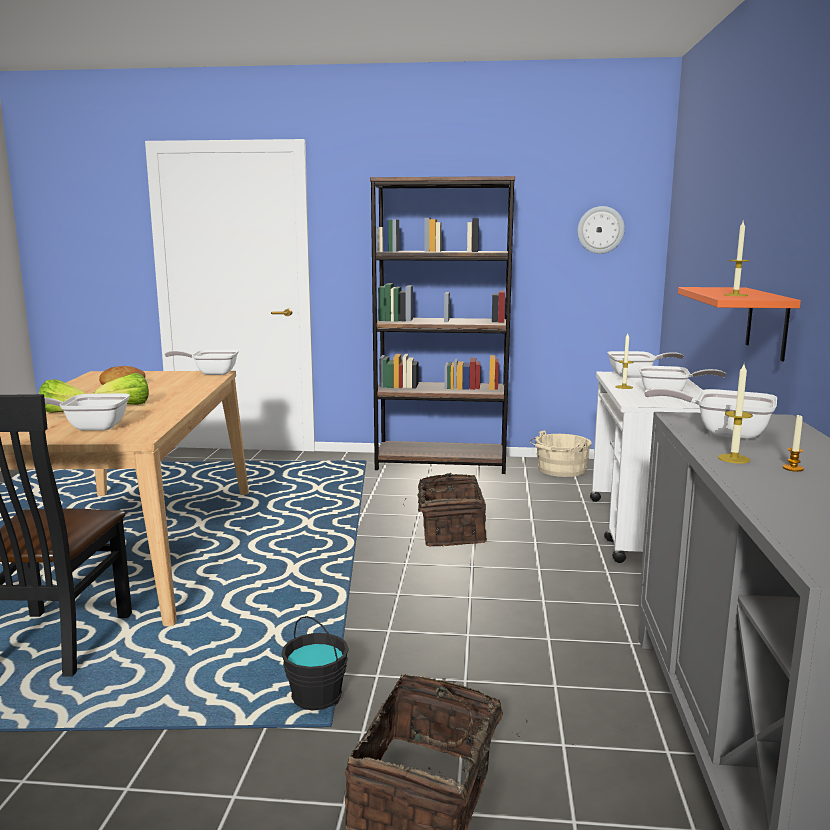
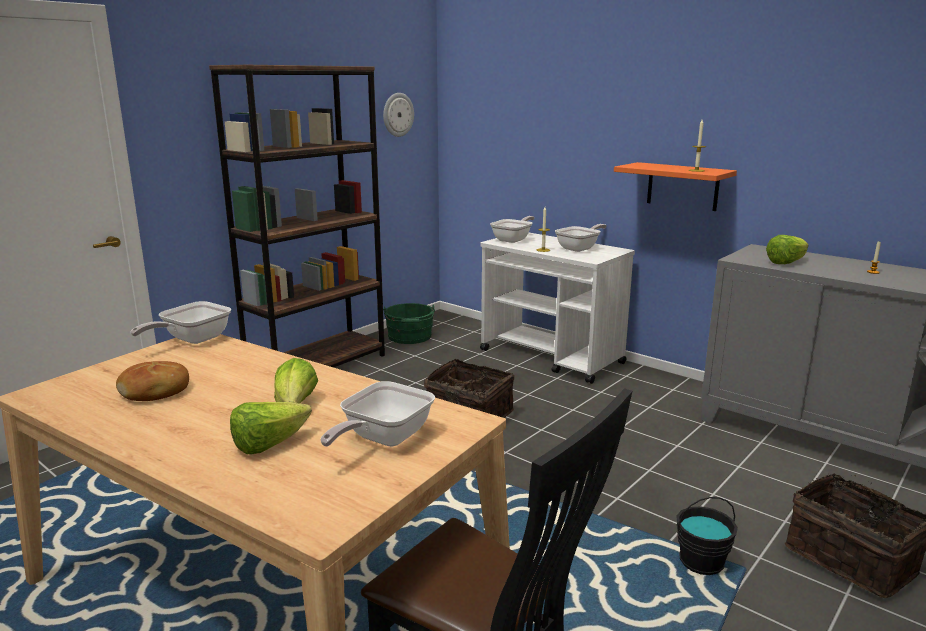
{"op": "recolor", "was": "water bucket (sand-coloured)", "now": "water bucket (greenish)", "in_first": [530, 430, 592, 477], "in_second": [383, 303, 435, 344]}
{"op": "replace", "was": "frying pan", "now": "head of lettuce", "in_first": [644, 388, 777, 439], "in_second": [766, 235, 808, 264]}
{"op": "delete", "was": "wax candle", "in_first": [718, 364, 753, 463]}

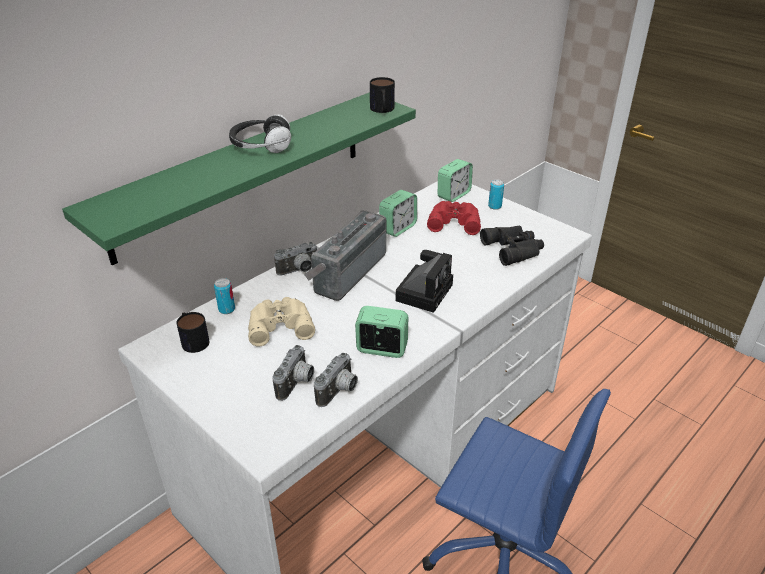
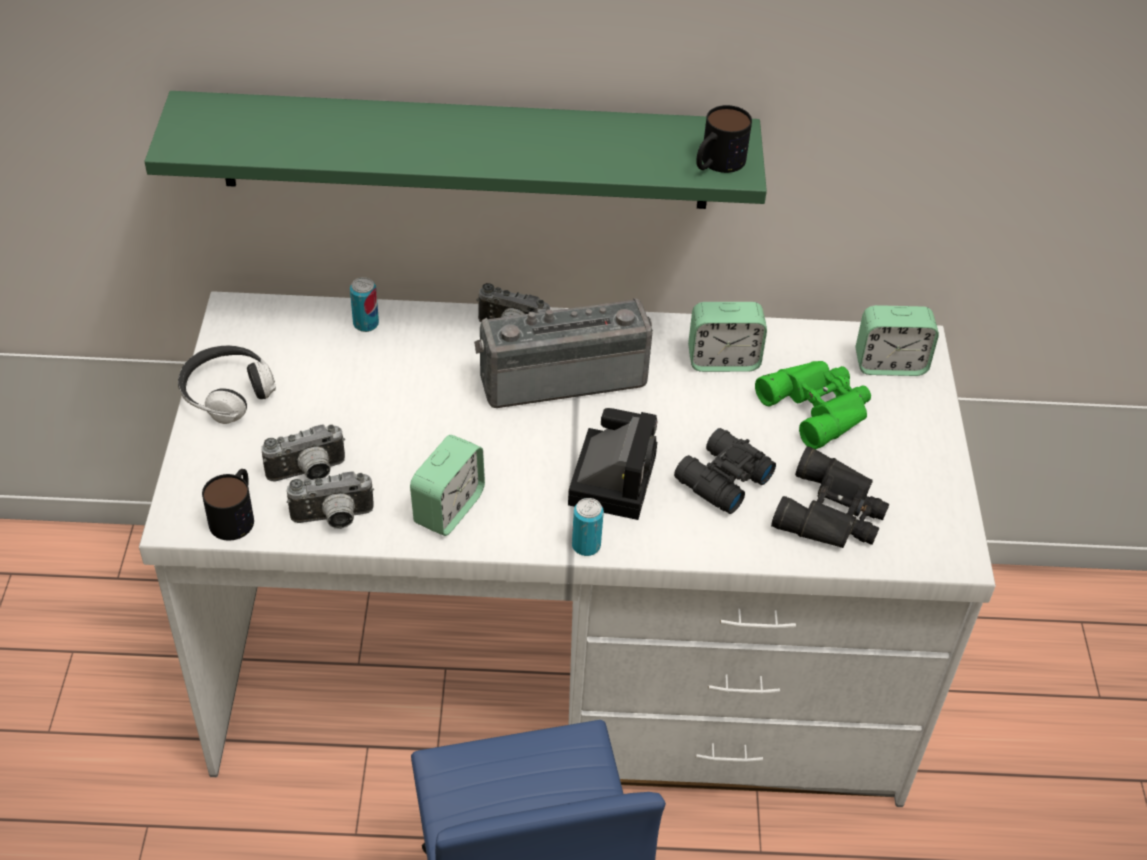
{"op": "move", "was": "mug", "in_first": [176, 312, 209, 353], "in_second": [202, 469, 254, 541]}
{"op": "move", "was": "headset", "in_first": [229, 114, 291, 153], "in_second": [178, 346, 276, 424]}
{"op": "delete", "was": "binoculars (sand-coloured)", "in_first": [248, 297, 315, 347]}
{"op": "rotate", "was": "bedside clock", "in_first": [355, 306, 408, 358], "in_second": [410, 435, 485, 536], "clockwise": 60}
{"op": "rotate", "was": "still camera", "in_first": [396, 250, 453, 313], "in_second": [568, 408, 657, 520], "clockwise": -60}
{"op": "recolor", "was": "binoculars (red)", "now": "binoculars (greenish)", "in_first": [427, 201, 481, 235], "in_second": [755, 361, 871, 449]}
{"op": "move", "was": "sealed can", "in_first": [488, 179, 504, 210], "in_second": [572, 498, 604, 556]}
{"op": "insert", "now": "binoculars (black-coloured)", "in_second": [674, 428, 776, 514]}

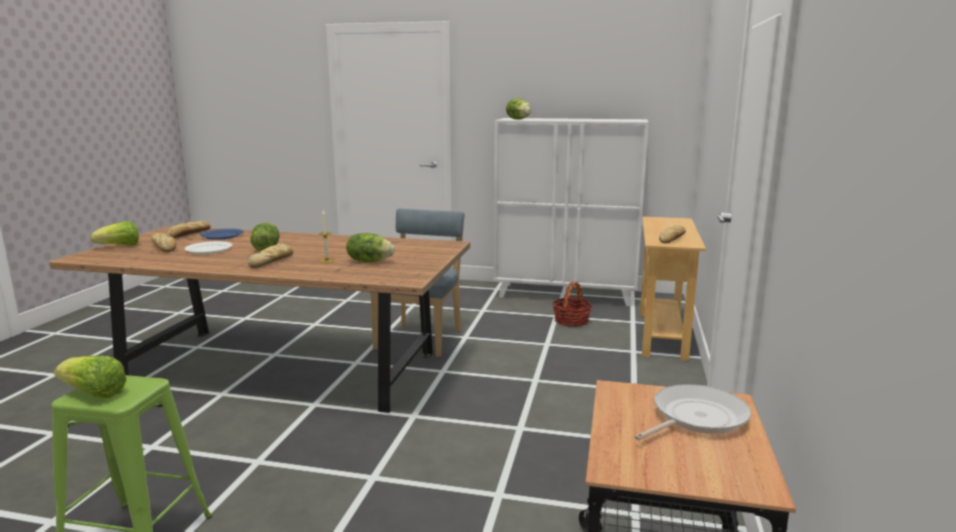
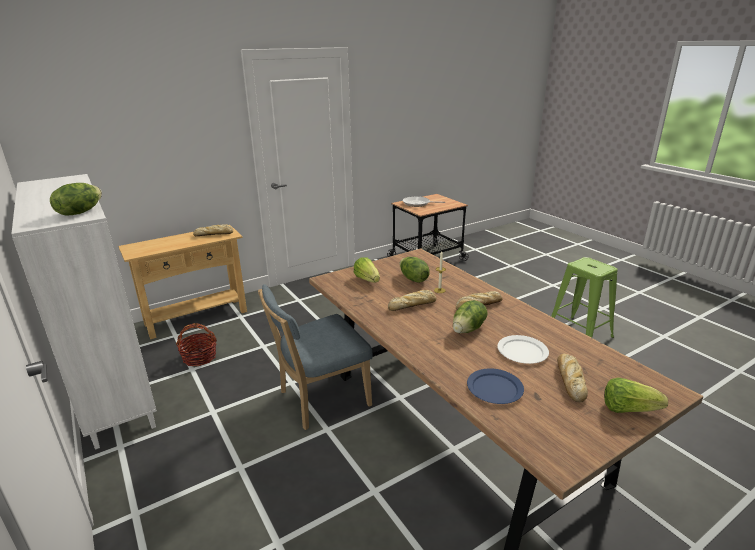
{"op": "move", "was": "head of lettuce", "in_first": [54, 356, 127, 398], "in_second": [354, 257, 380, 283]}
{"op": "move", "was": "bread", "in_first": [167, 221, 211, 238], "in_second": [388, 290, 436, 311]}

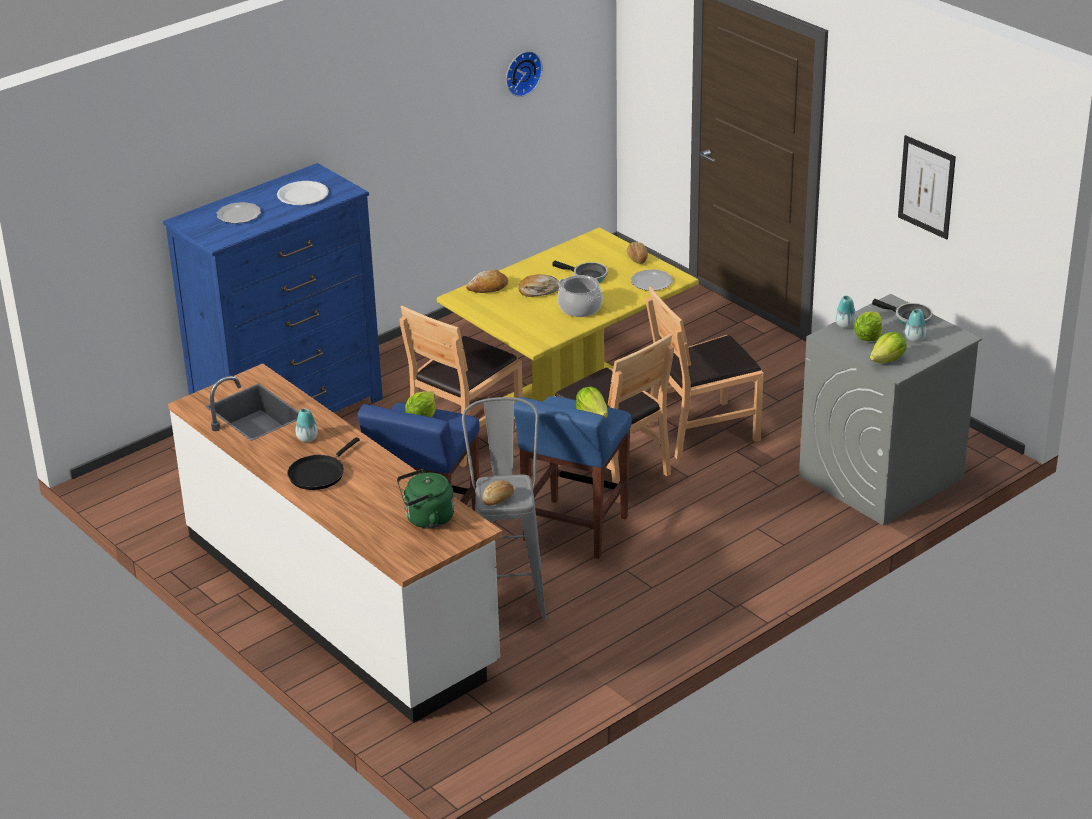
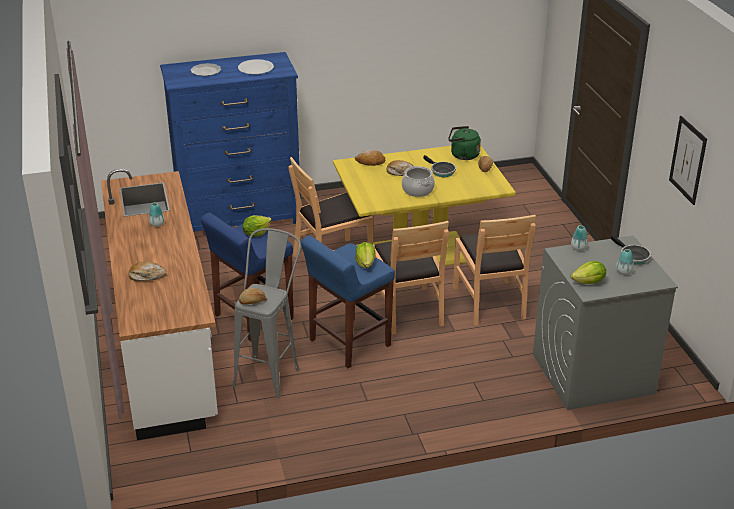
{"op": "delete", "was": "frying pan (black-coloured)", "in_first": [287, 437, 360, 490]}
{"op": "move", "was": "kettle (greenish)", "in_first": [397, 469, 454, 528], "in_second": [448, 126, 481, 160]}
{"op": "delete", "was": "hanging clock", "in_first": [506, 51, 542, 97]}
{"op": "delete", "was": "plate", "in_first": [631, 269, 673, 291]}
{"op": "rotate", "was": "upright chair (brown-coloured)", "in_first": [646, 286, 764, 459], "in_second": [453, 215, 536, 325], "clockwise": -105}
{"op": "delete", "was": "head of lettuce", "in_first": [854, 312, 882, 341]}
{"op": "insert", "now": "bread", "in_second": [129, 262, 166, 281]}

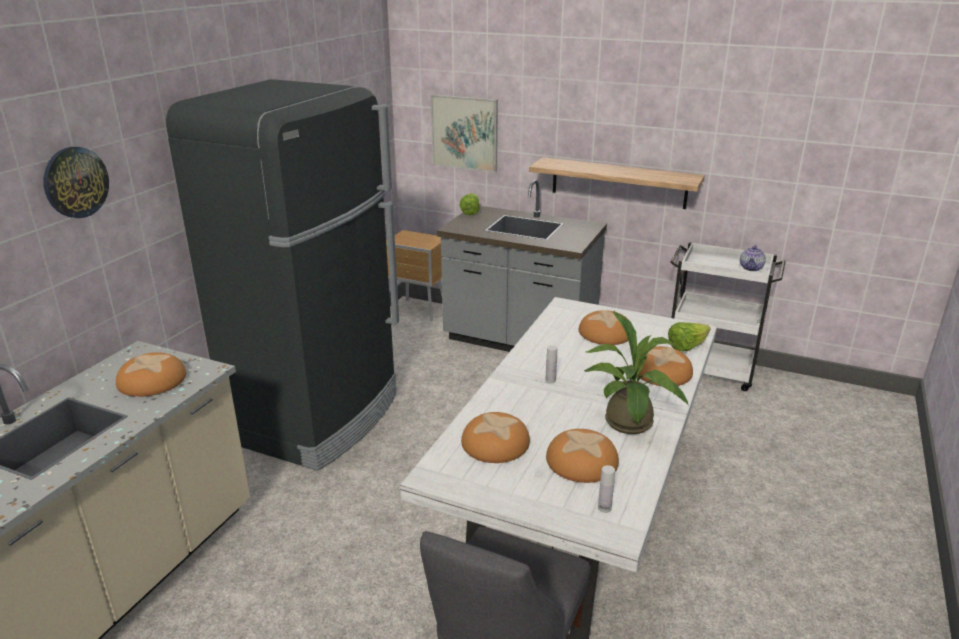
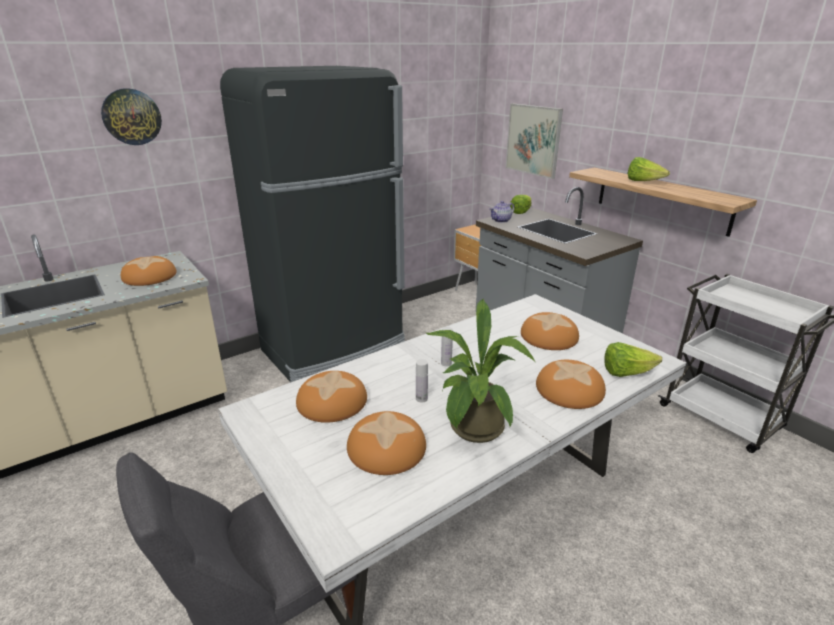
{"op": "move", "was": "beverage bottle (white-coloured)", "in_first": [598, 465, 615, 513], "in_second": [416, 359, 428, 403]}
{"op": "move", "was": "tea pot", "in_first": [740, 245, 766, 271], "in_second": [490, 201, 514, 223]}
{"op": "insert", "now": "head of lettuce", "in_second": [627, 157, 670, 181]}

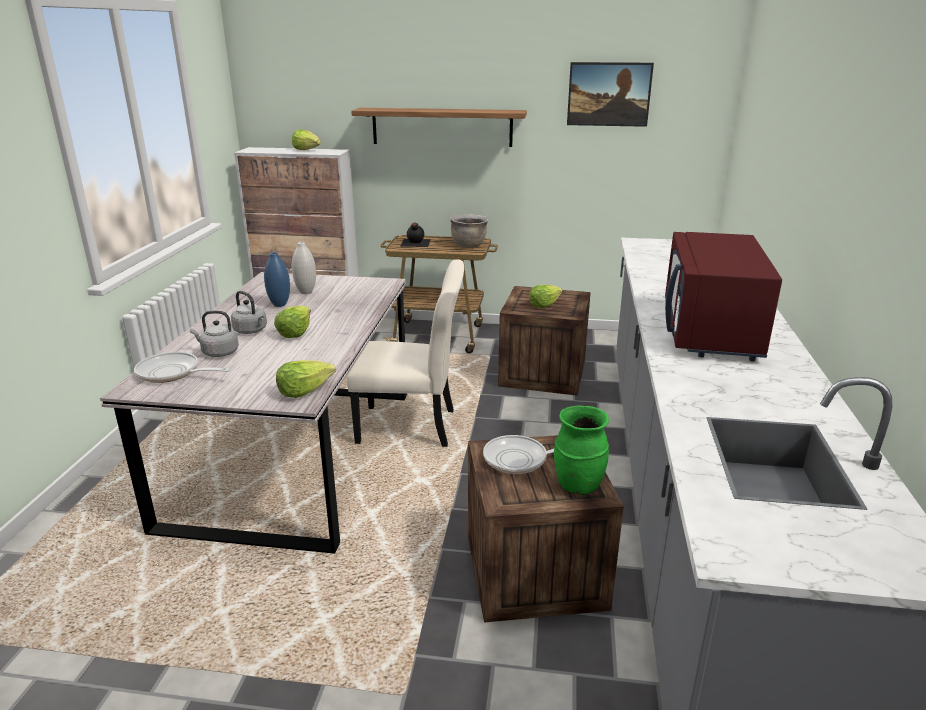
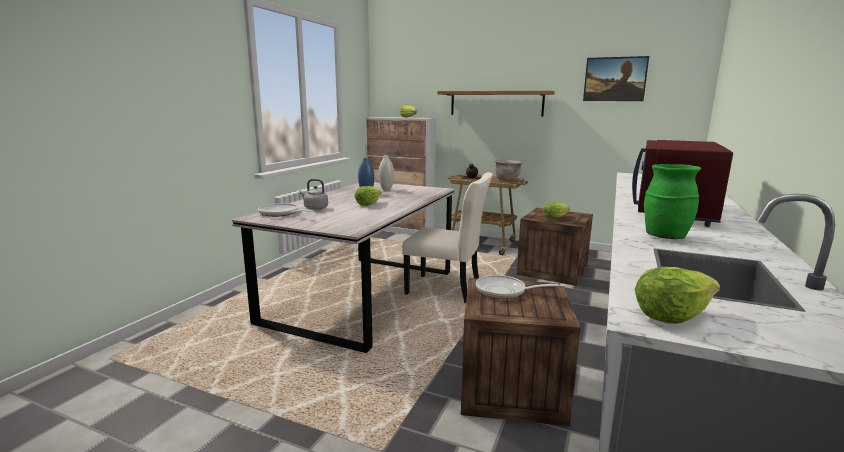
{"op": "delete", "was": "kettle (gray)", "in_first": [231, 291, 267, 334]}
{"op": "move", "was": "head of lettuce", "in_first": [276, 360, 336, 398], "in_second": [635, 267, 720, 324]}
{"op": "move", "was": "vase (greenish)", "in_first": [554, 405, 609, 495], "in_second": [644, 164, 701, 239]}

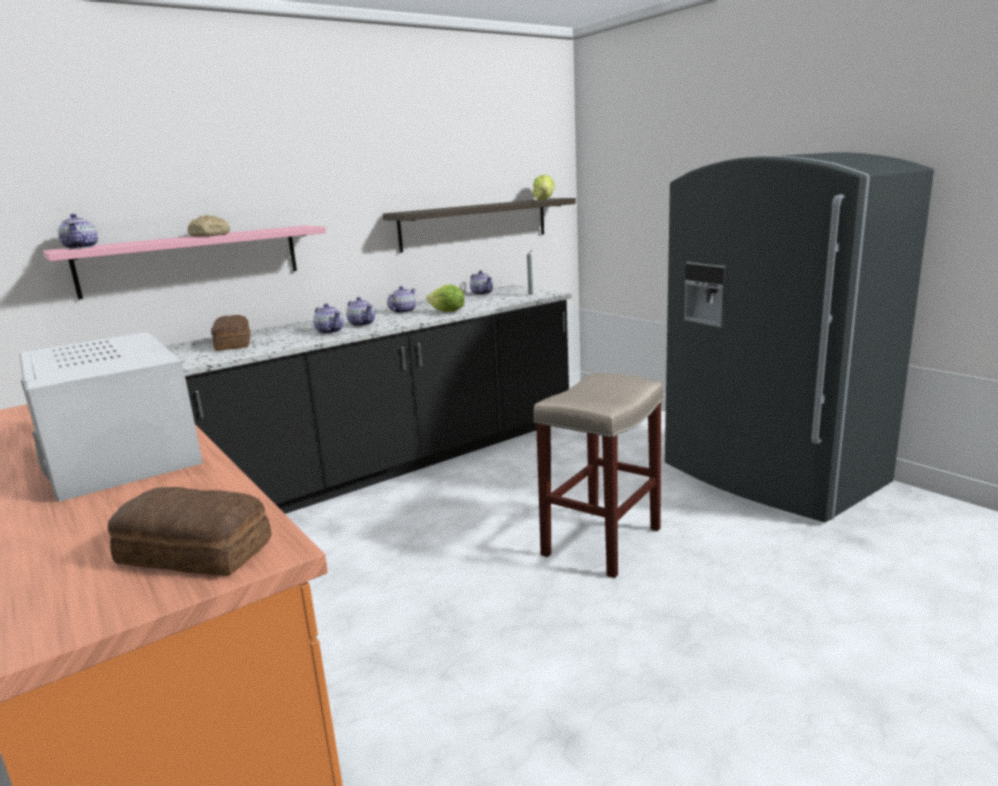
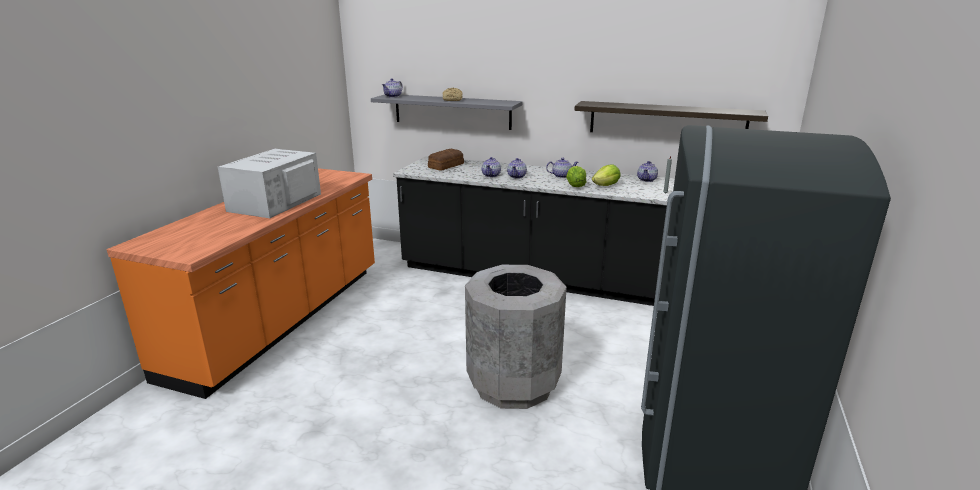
{"op": "recolor", "was": "shelf (pink)", "now": "shelf (gray)", "in_first": [43, 225, 326, 300], "in_second": [371, 95, 522, 130]}
{"op": "delete", "was": "bread", "in_first": [108, 487, 272, 576]}
{"op": "move", "was": "head of lettuce", "in_first": [533, 175, 555, 200], "in_second": [592, 164, 621, 186]}
{"op": "replace", "was": "stool seat (sand-coloured)", "now": "rubbish bin (gray)", "in_first": [534, 373, 663, 578], "in_second": [465, 265, 567, 409]}

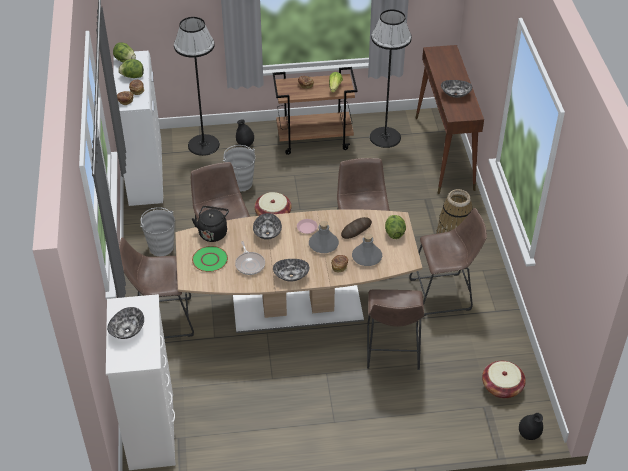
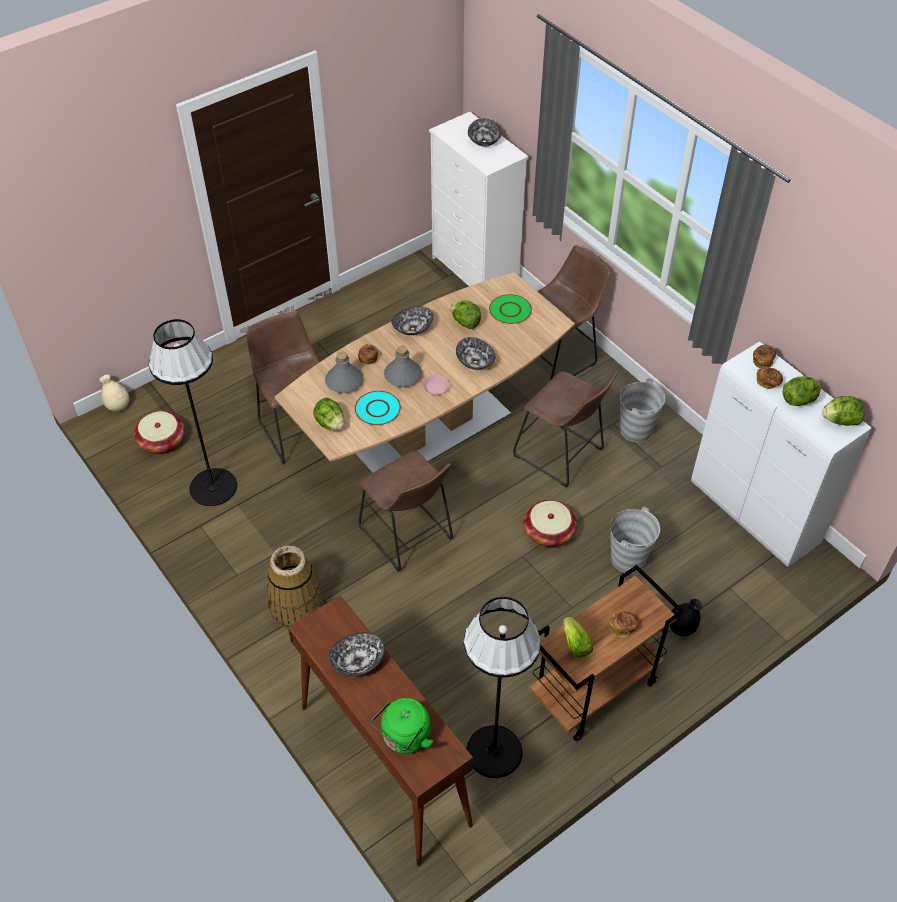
{"op": "move", "was": "standard lamp (black-coloured)", "in_first": [174, 17, 220, 156], "in_second": [148, 319, 237, 506]}
{"op": "delete", "was": "kettle (black-coloured)", "in_first": [192, 206, 229, 242]}
{"op": "replace", "was": "frying pan", "now": "head of lettuce", "in_first": [235, 241, 265, 275], "in_second": [450, 300, 481, 329]}
{"op": "replace", "was": "bread", "now": "plate (turquoise-coloured)", "in_first": [341, 217, 372, 239], "in_second": [355, 391, 401, 425]}
{"op": "delete", "was": "stool seat (brown-coloured)", "in_first": [409, 208, 487, 316]}
{"op": "recolor", "was": "vase (black-coloured)", "now": "vase (sand-coloured)", "in_first": [519, 413, 543, 440], "in_second": [100, 375, 129, 411]}
{"op": "insert", "now": "kettle (greenish)", "in_second": [371, 698, 433, 754]}

